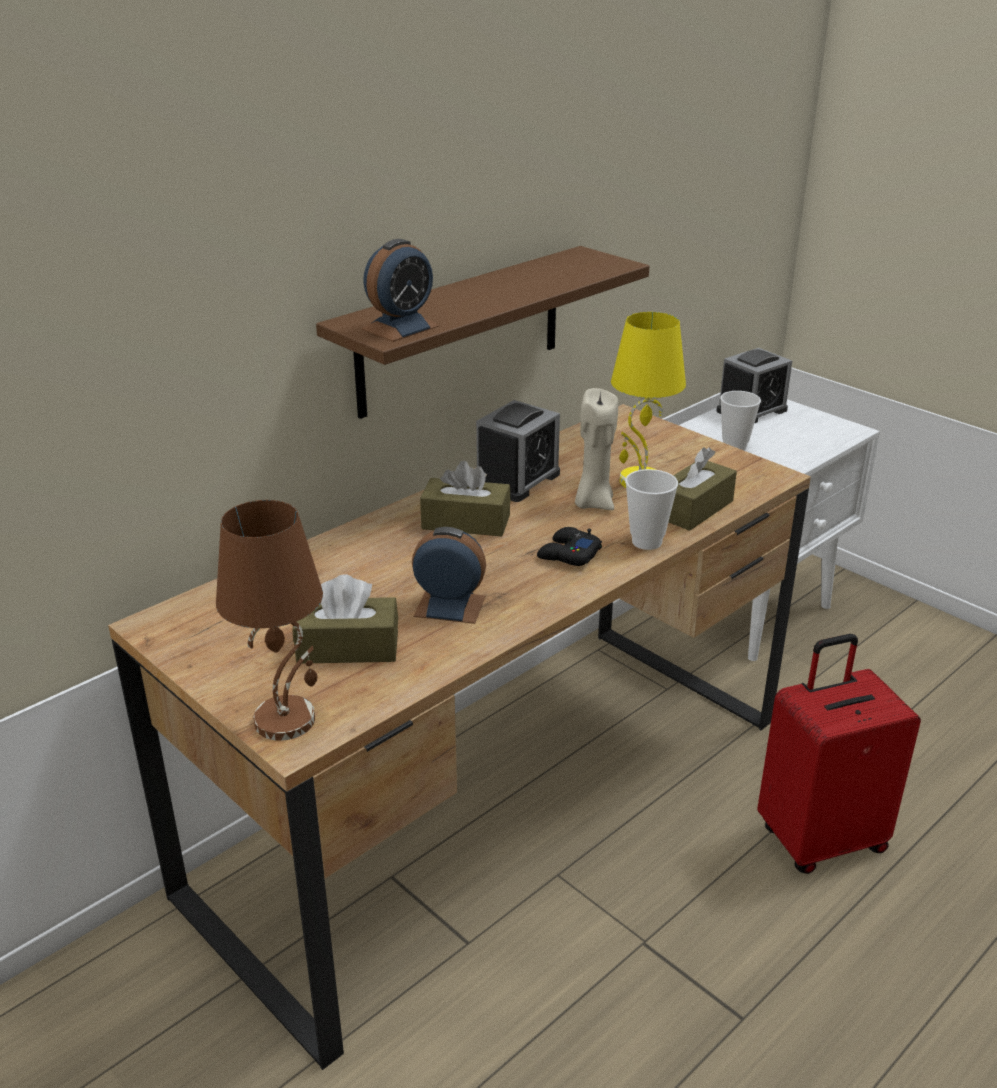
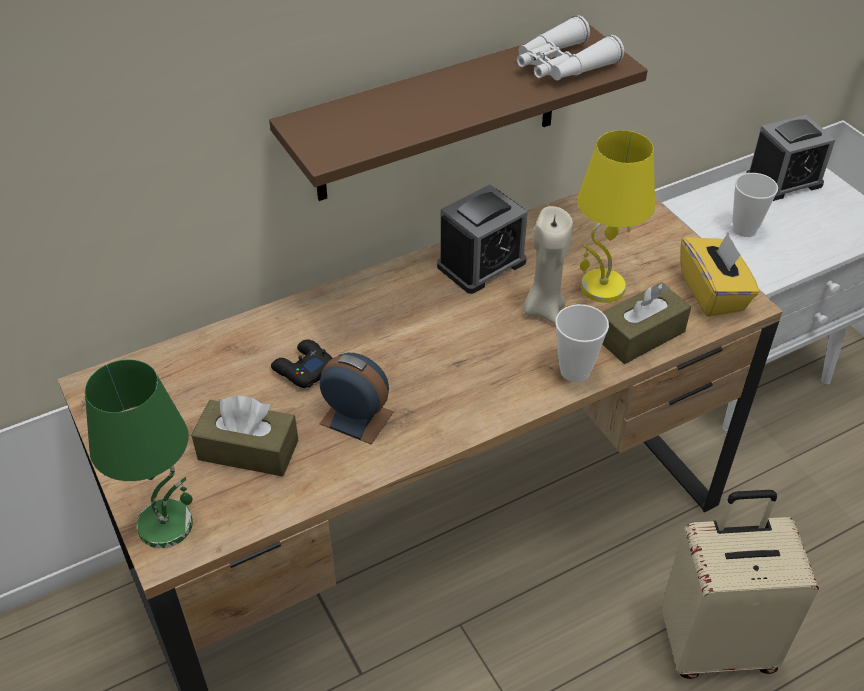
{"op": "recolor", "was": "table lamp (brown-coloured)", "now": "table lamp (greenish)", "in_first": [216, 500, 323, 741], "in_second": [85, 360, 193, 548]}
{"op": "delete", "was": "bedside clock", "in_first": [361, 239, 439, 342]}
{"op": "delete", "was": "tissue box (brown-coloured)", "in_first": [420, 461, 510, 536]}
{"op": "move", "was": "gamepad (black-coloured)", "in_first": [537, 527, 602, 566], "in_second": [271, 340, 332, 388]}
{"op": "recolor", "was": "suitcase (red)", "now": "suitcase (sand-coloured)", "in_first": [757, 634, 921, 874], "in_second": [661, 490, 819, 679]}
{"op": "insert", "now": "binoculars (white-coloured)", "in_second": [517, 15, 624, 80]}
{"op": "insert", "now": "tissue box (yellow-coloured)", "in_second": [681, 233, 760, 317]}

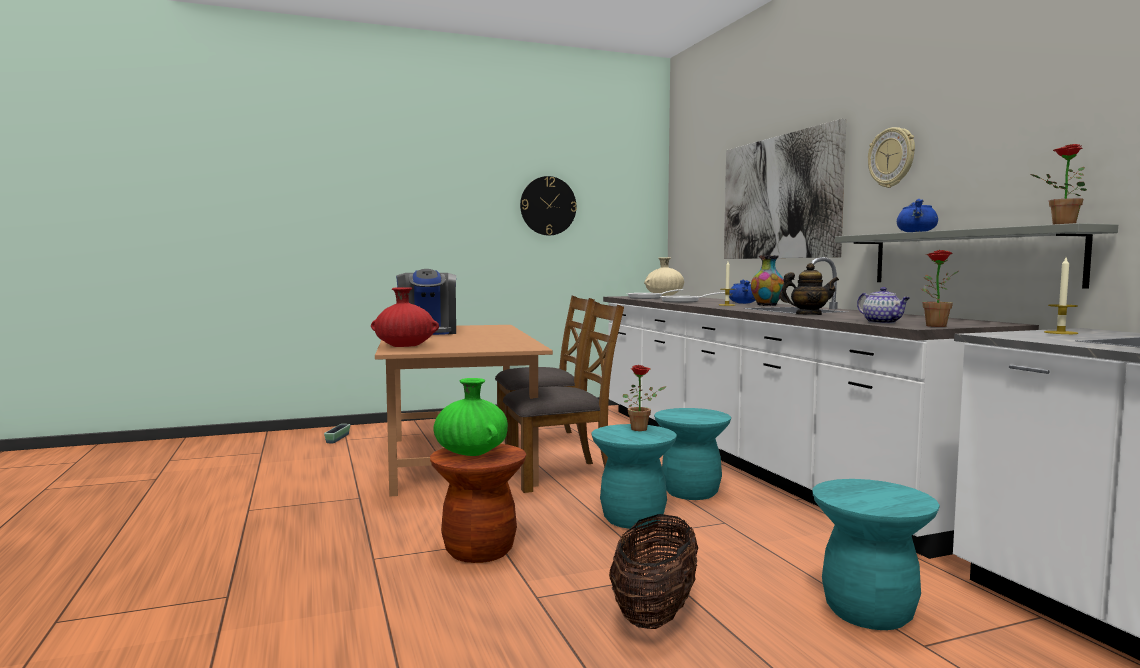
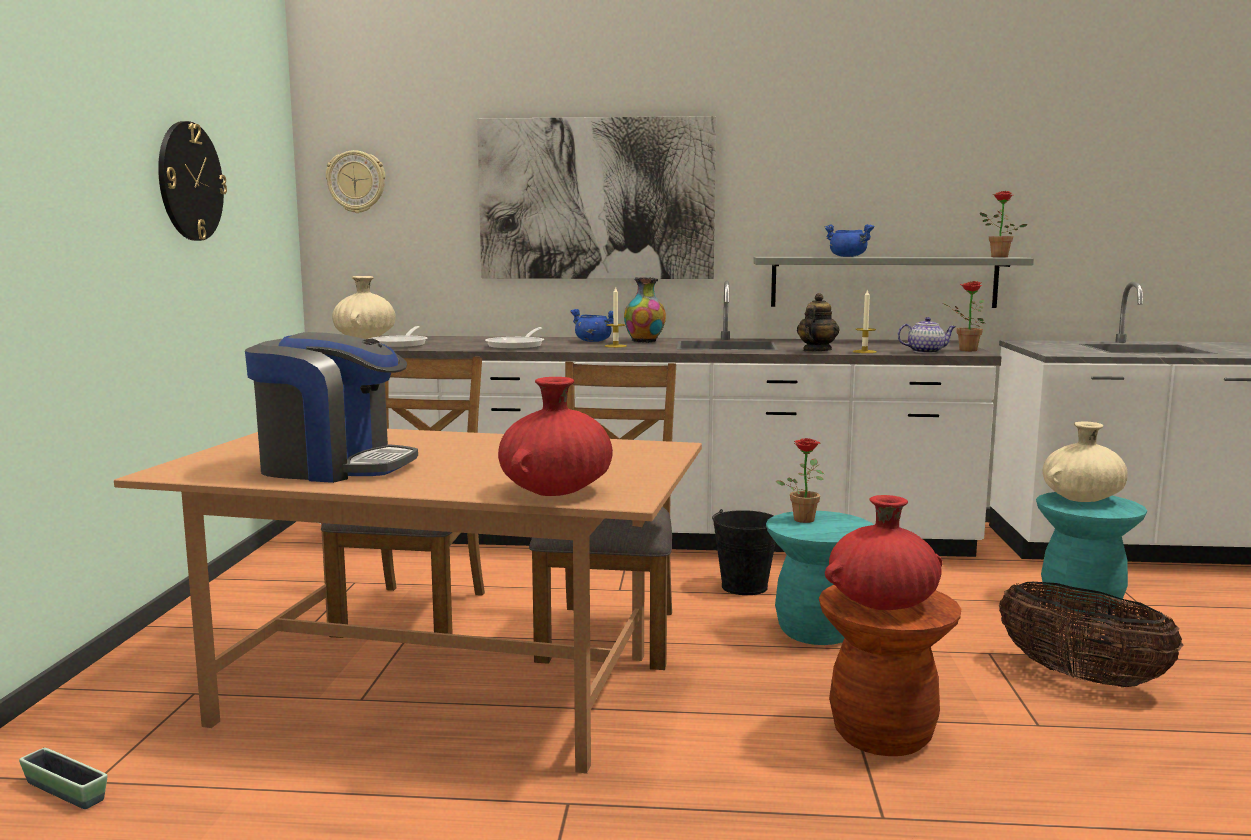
{"op": "recolor", "was": "vase (greenish)", "now": "vase (red)", "in_first": [433, 378, 508, 456], "in_second": [825, 495, 943, 610]}
{"op": "replace", "was": "stool seat (turquoise-coloured)", "now": "water bucket (black-coloured)", "in_first": [654, 408, 731, 500], "in_second": [712, 509, 776, 595]}
{"op": "move", "was": "hanging clock", "in_first": [868, 127, 915, 188], "in_second": [326, 150, 385, 213]}
{"op": "move", "was": "wax candle", "in_first": [1044, 258, 1078, 334], "in_second": [853, 289, 876, 353]}
{"op": "insert", "now": "vase (sand-coloured)", "in_second": [1043, 421, 1128, 502]}

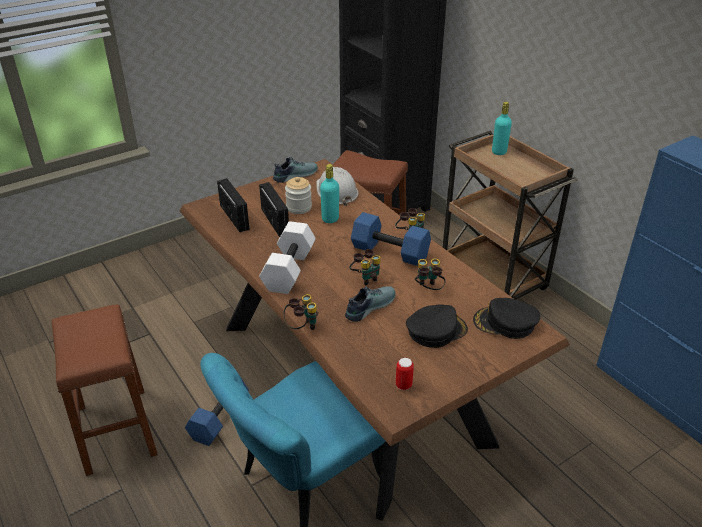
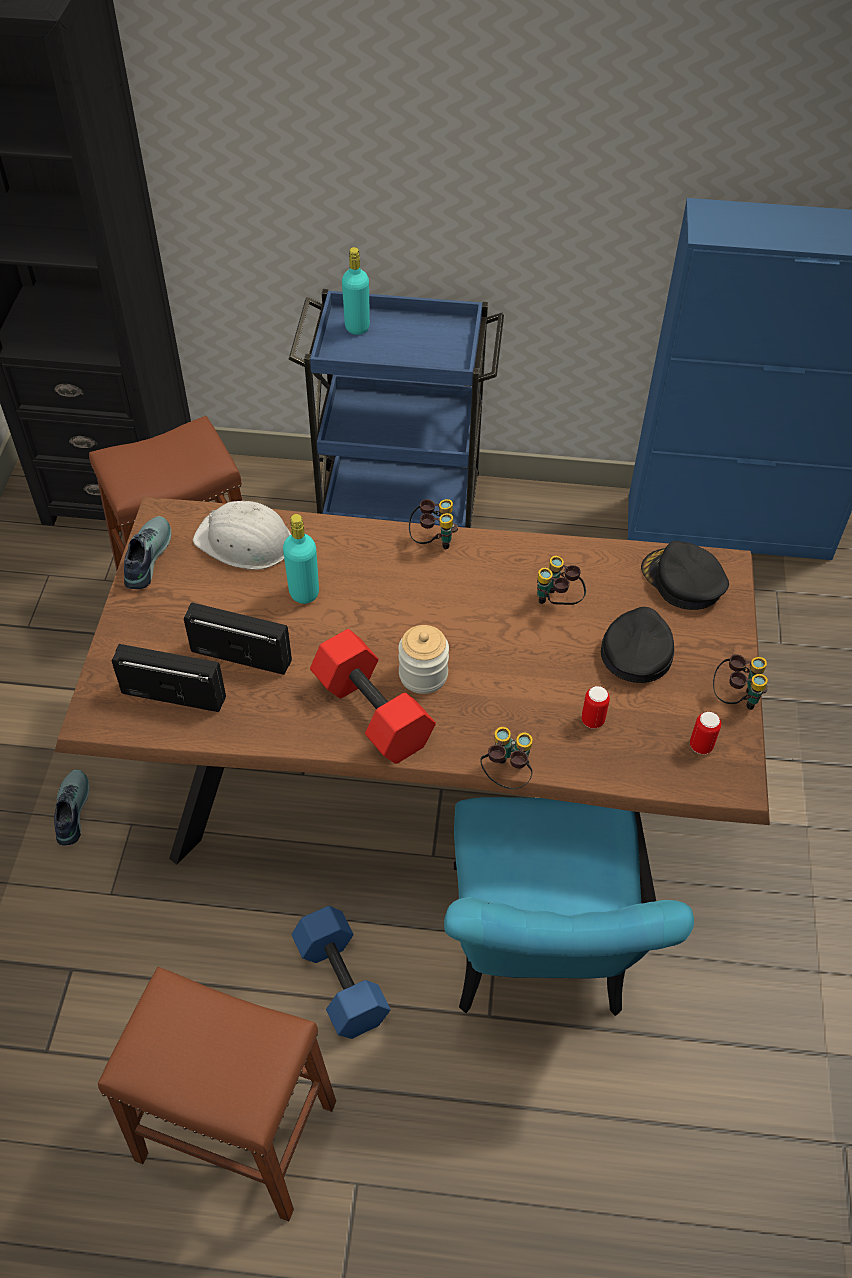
{"op": "recolor", "was": "hand weight (white-coloured)", "now": "hand weight (red)", "in_first": [259, 221, 316, 294], "in_second": [310, 629, 436, 764]}
{"op": "move", "was": "preserve jar", "in_first": [285, 177, 312, 214], "in_second": [398, 625, 449, 694]}
{"op": "move", "was": "item of footwear", "in_first": [345, 286, 396, 322], "in_second": [54, 770, 90, 845]}
{"op": "move", "was": "binoculars", "in_first": [349, 249, 381, 285], "in_second": [713, 654, 768, 710]}
{"op": "delete", "was": "hand weight (blue)", "in_first": [351, 212, 431, 266]}
{"op": "recolor", "was": "trolley (brown-coloured)", "now": "trolley (blue)", "in_first": [443, 130, 578, 300], "in_second": [289, 289, 504, 528]}
{"op": "rotate", "was": "cap (black-coloured)", "in_first": [473, 298, 540, 339], "in_second": [641, 541, 729, 610], "clockwise": 90}
{"op": "insert", "now": "sealed can", "in_second": [581, 686, 610, 729]}

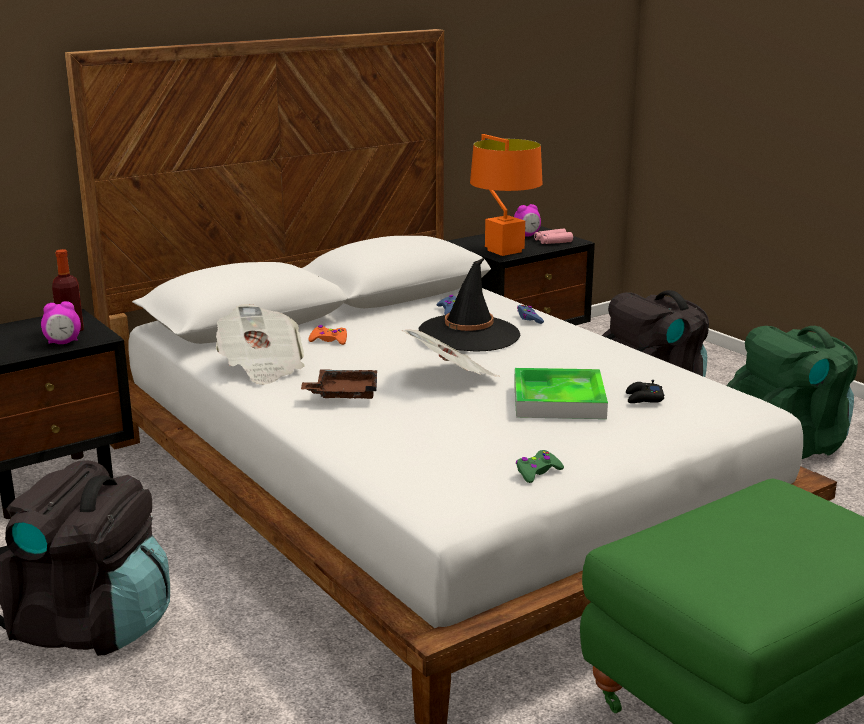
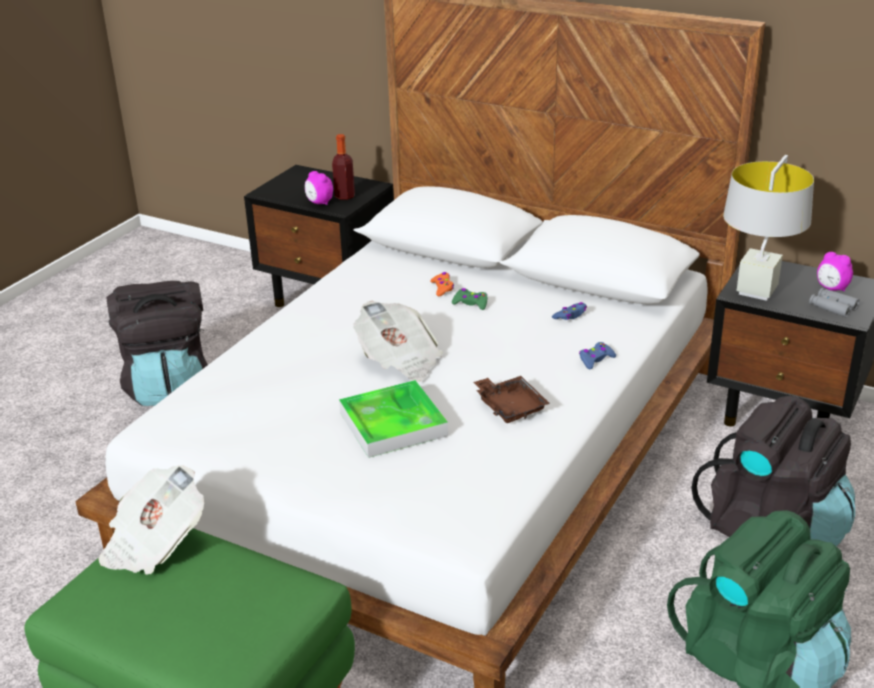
{"op": "move", "was": "printed paper", "in_first": [215, 304, 305, 385], "in_second": [98, 465, 204, 575]}
{"op": "move", "was": "carrying tray (brown-coloured)", "in_first": [301, 369, 377, 399], "in_second": [473, 376, 550, 423]}
{"op": "delete", "was": "clothing hat (black-coloured)", "in_first": [419, 258, 521, 352]}
{"op": "recolor", "was": "table lamp (orangey)", "now": "table lamp (gray)", "in_first": [470, 134, 542, 256], "in_second": [723, 155, 814, 301]}
{"op": "move", "was": "gamepad (greenish)", "in_first": [516, 450, 564, 483], "in_second": [452, 288, 487, 310]}
{"op": "recolor", "was": "binoculars (pink)", "now": "binoculars (gray)", "in_first": [534, 228, 573, 244], "in_second": [809, 288, 860, 317]}
{"op": "delete", "was": "gamepad (black-coloured)", "in_first": [626, 380, 664, 403]}

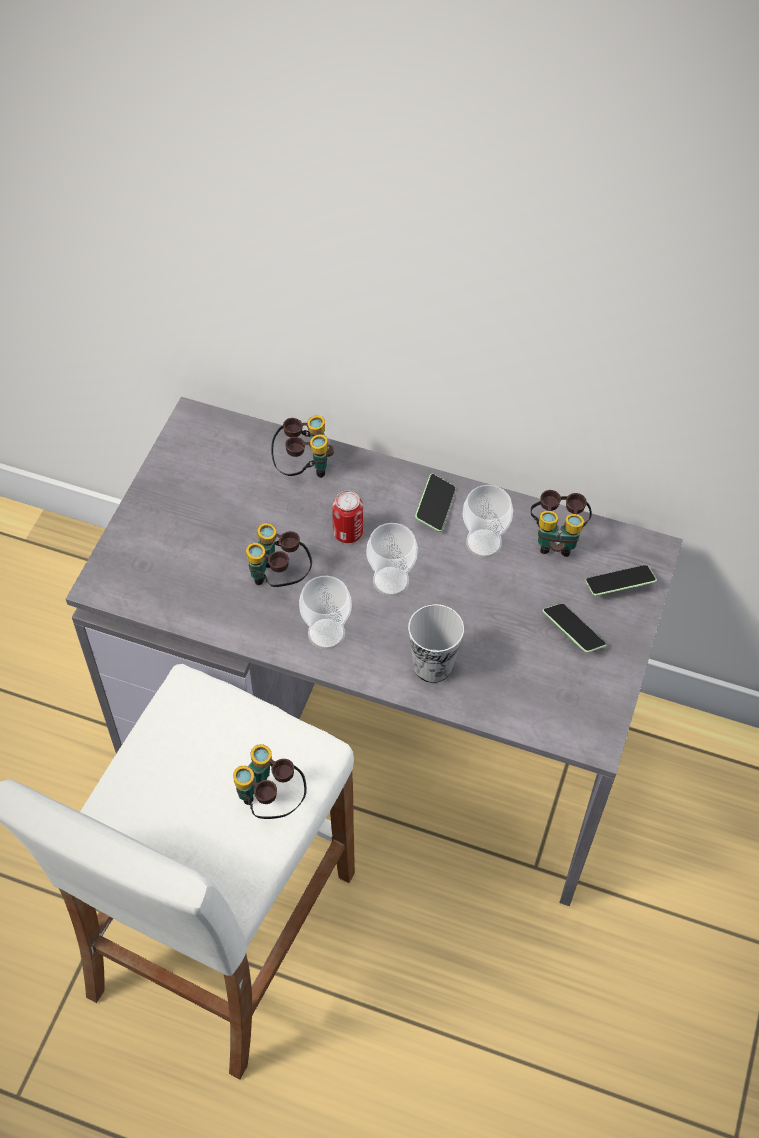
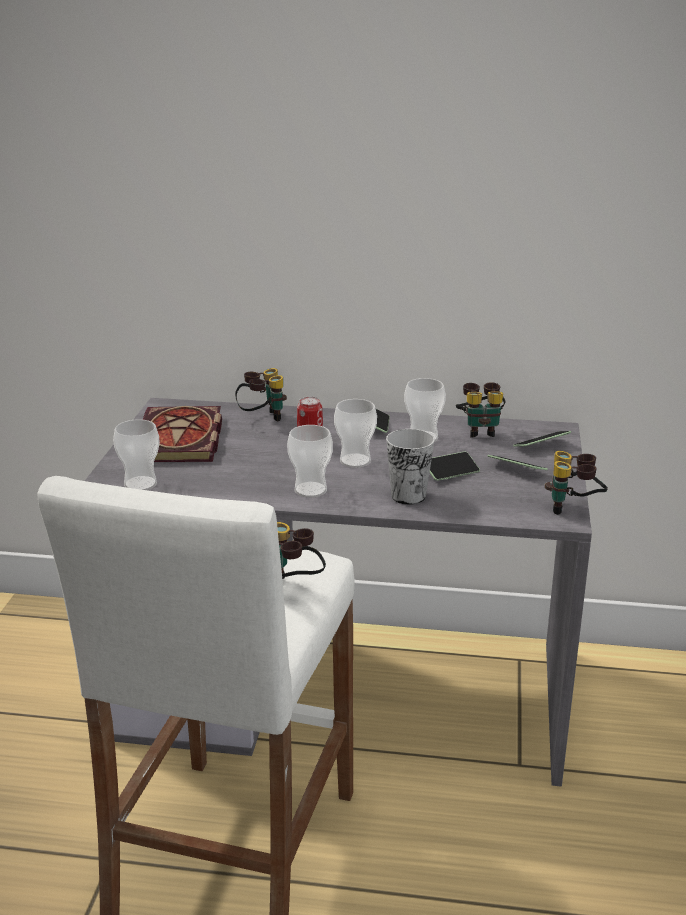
{"op": "move", "was": "binoculars", "in_first": [246, 523, 312, 587], "in_second": [545, 451, 608, 515]}
{"op": "insert", "now": "cup", "in_second": [113, 419, 160, 490]}
{"op": "insert", "now": "bound book", "in_second": [143, 406, 222, 462]}
{"op": "insert", "now": "handset", "in_second": [430, 452, 480, 481]}

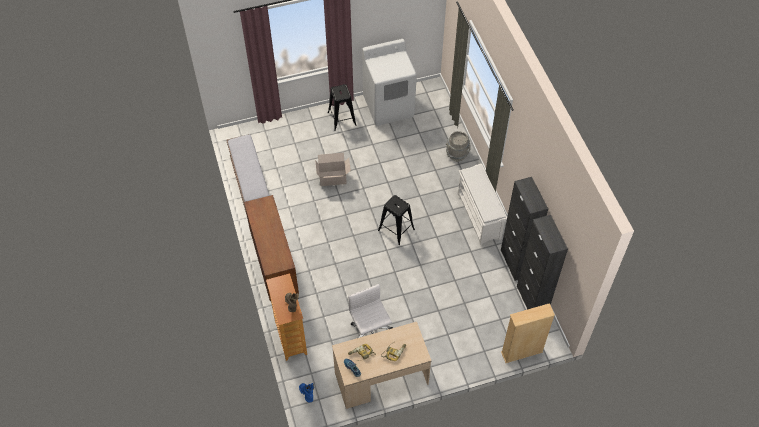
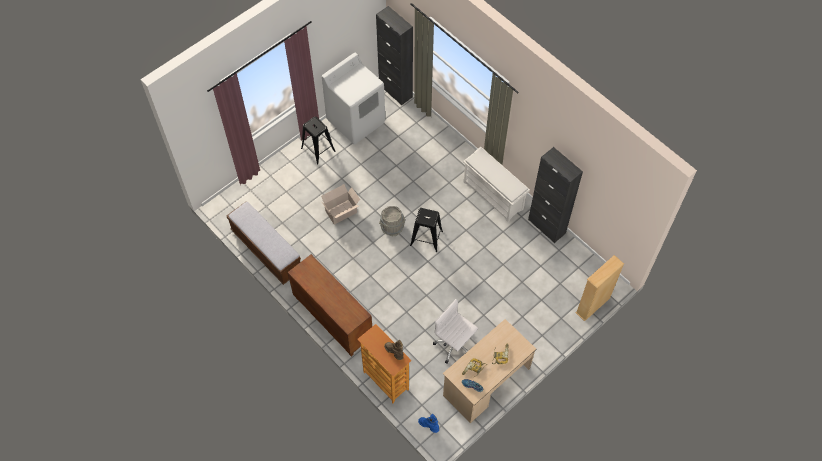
{"op": "move", "was": "water bucket (gray)", "in_first": [446, 131, 471, 162], "in_second": [379, 206, 405, 236]}
{"op": "move", "was": "cabinet (black-coloured)", "in_first": [517, 215, 568, 310], "in_second": [376, 6, 413, 105]}

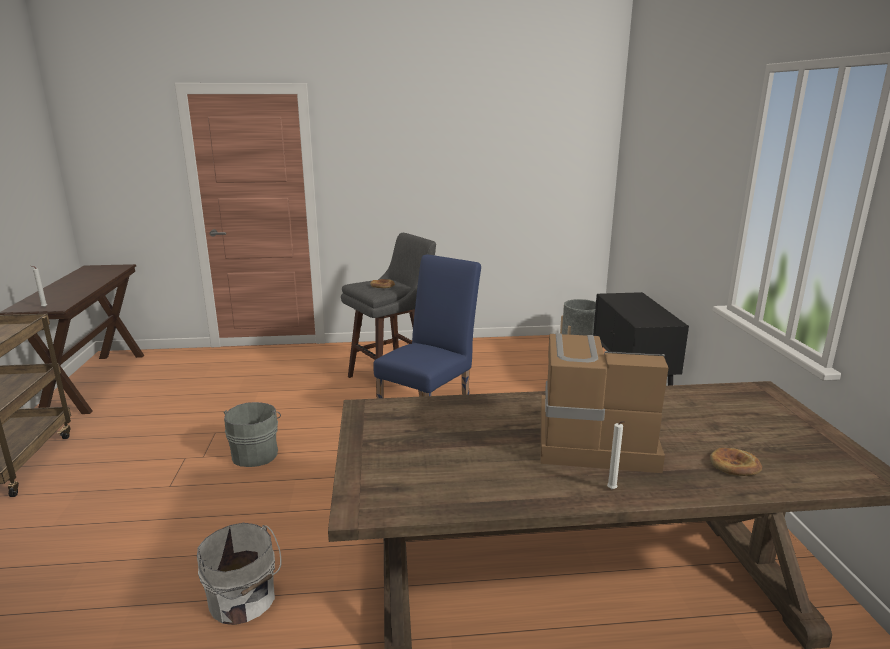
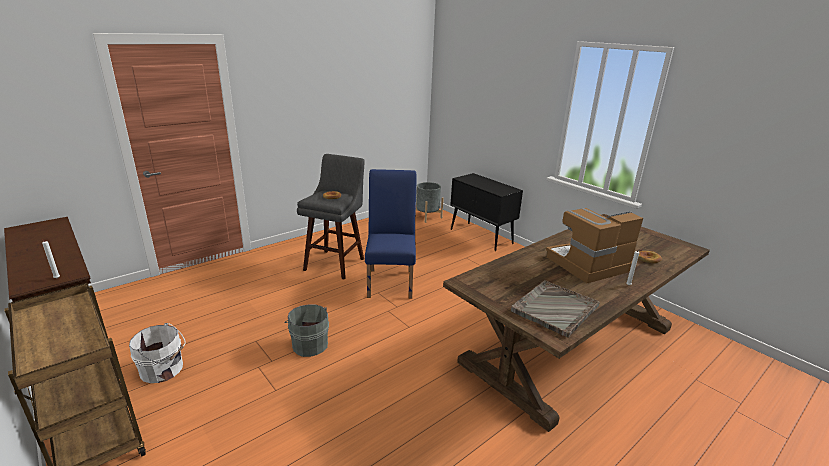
{"op": "move", "was": "water bucket (white-coloured)", "in_first": [197, 523, 281, 625], "in_second": [129, 323, 186, 383]}
{"op": "insert", "now": "carrying tray (gray)", "in_second": [511, 280, 599, 338]}

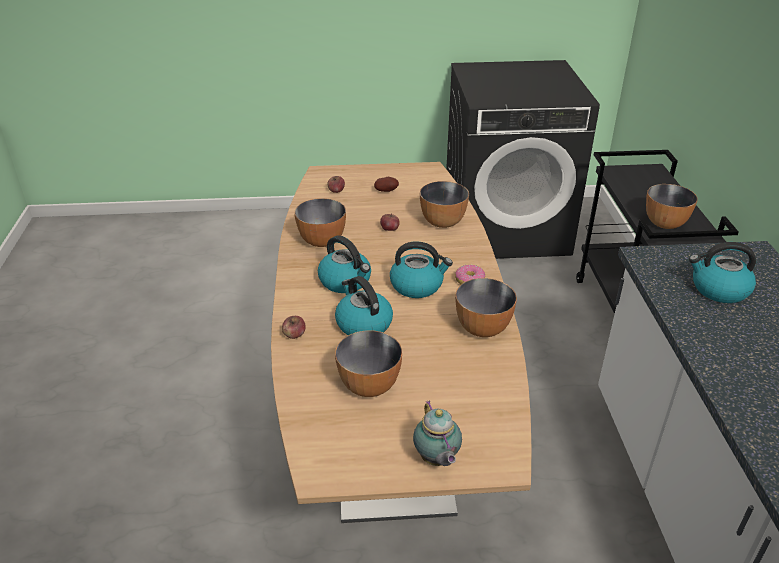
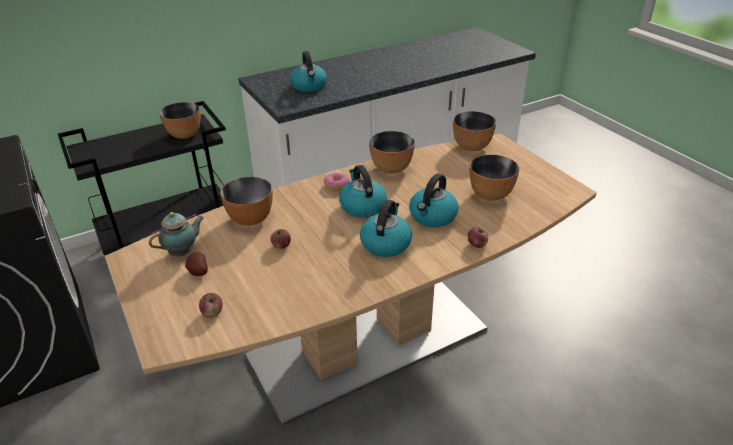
{"op": "move", "was": "deep dish", "in_first": [294, 198, 346, 247], "in_second": [453, 111, 496, 151]}
{"op": "move", "was": "tea pot", "in_first": [413, 400, 462, 466], "in_second": [149, 212, 204, 257]}

